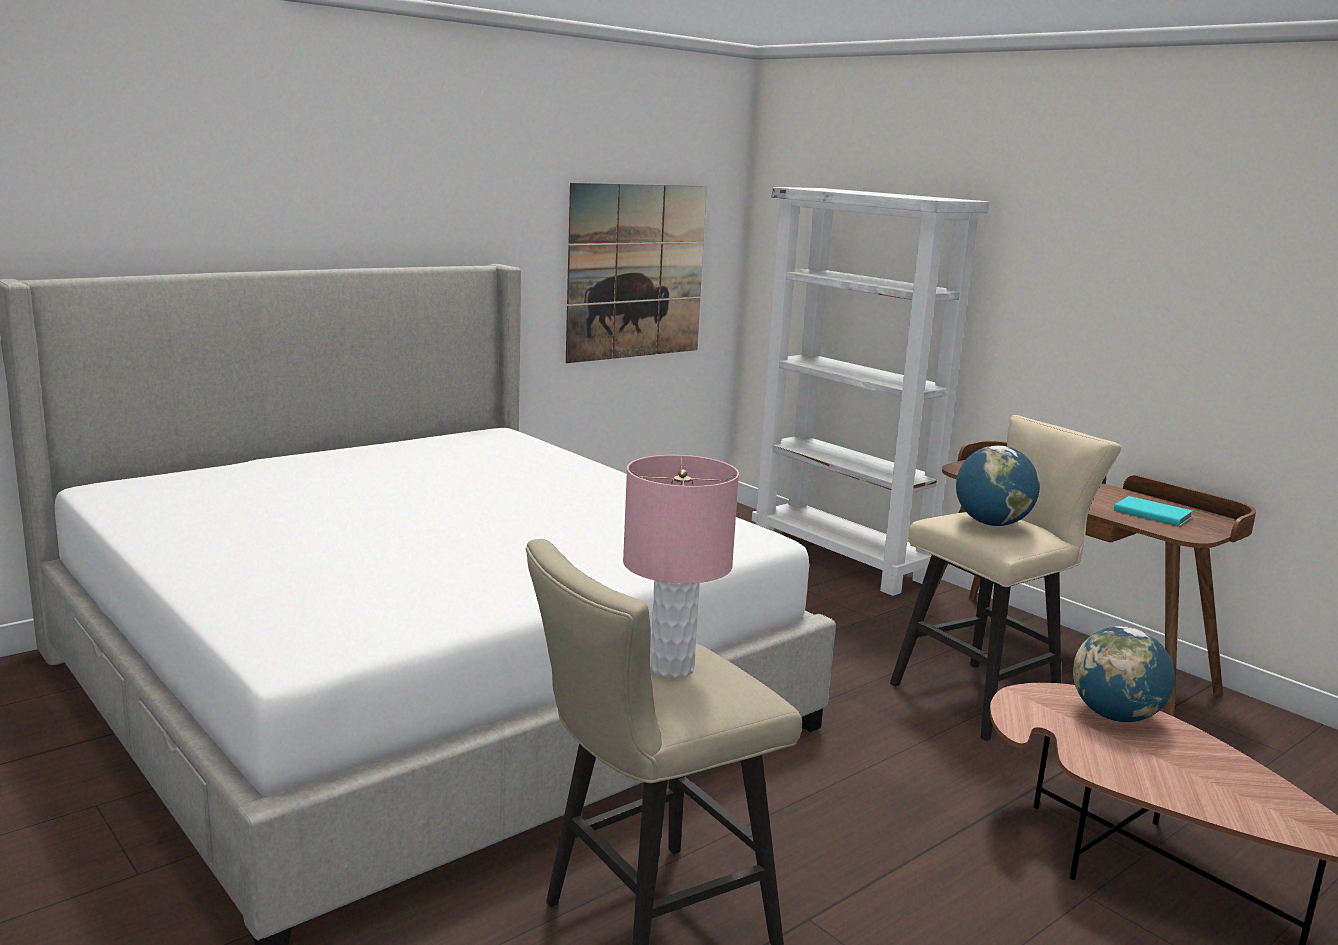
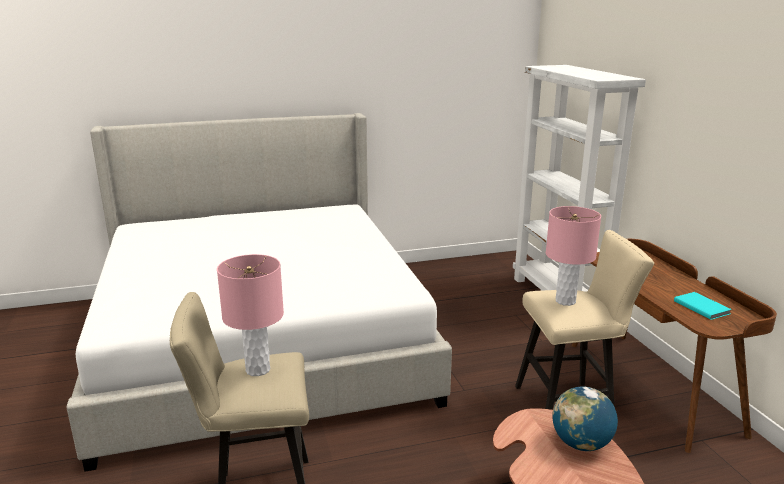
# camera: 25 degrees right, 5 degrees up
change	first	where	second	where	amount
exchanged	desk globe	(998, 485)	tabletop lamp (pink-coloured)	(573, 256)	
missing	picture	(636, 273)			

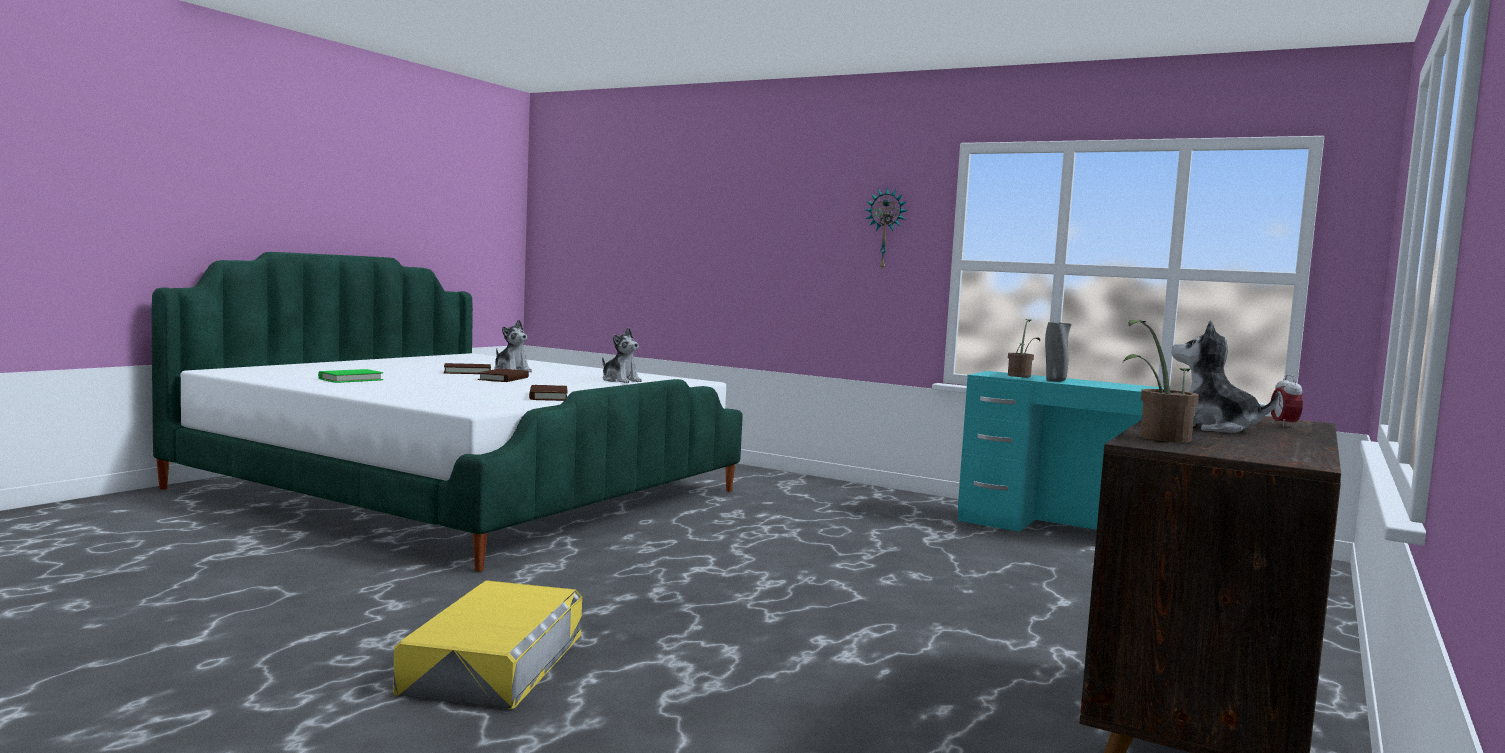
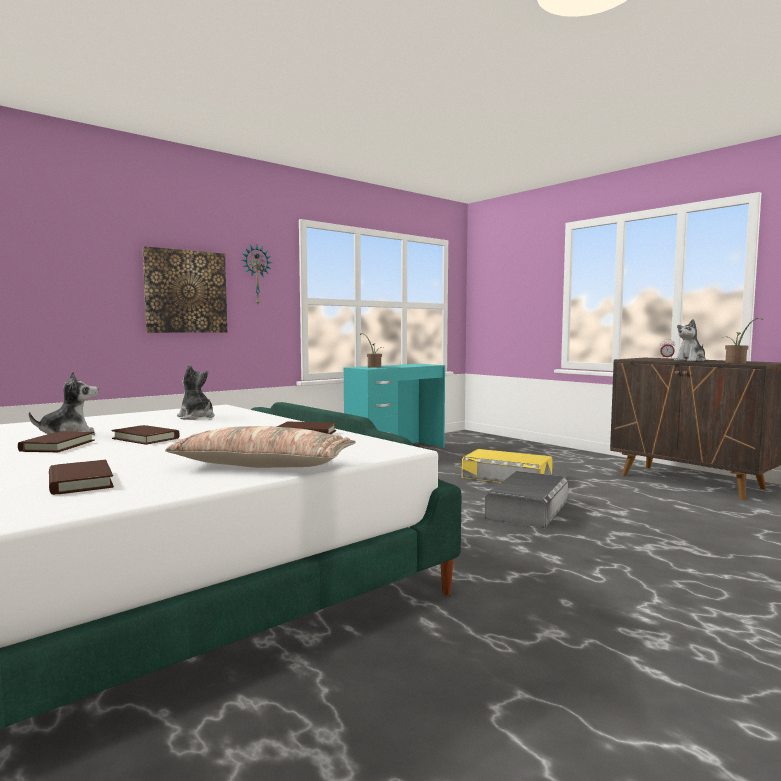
# camera: 70 degrees left, 0 degrees up
change	first	where	second	where	amount
colour	book (green)	(350, 376)	book (brown-coloured)	(81, 477)	
appeared			picture	(184, 289)	
appeared			pillow	(260, 447)	
spun	cuddly toy	(622, 355)		(195, 392)	105 degrees counterclockwise
relocated	storage box (yellow-coloured)	(487, 644)		(507, 466)	
appeared			storage box (greyish)	(526, 499)	
missing	flower vase (greyish)	(1058, 352)			

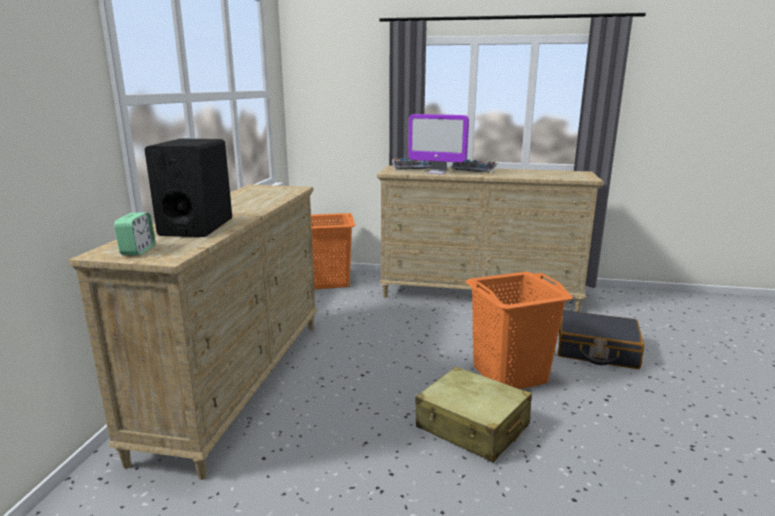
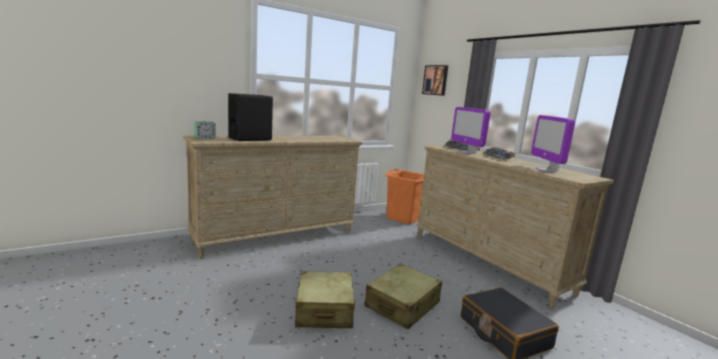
# camera: 45 degrees right, 5 degrees down
change	first	where	second	where	amount
exchanged	hamper (orangey)	(519, 330)	piece of luggage (beige-coloured)	(403, 296)	
appeared			picture	(435, 80)	
appeared			computer screen	(553, 143)	

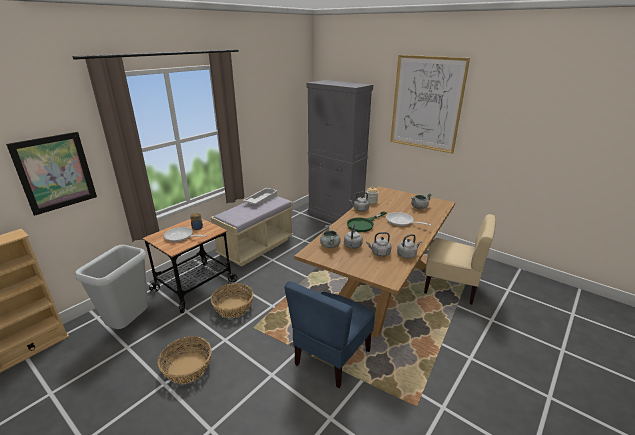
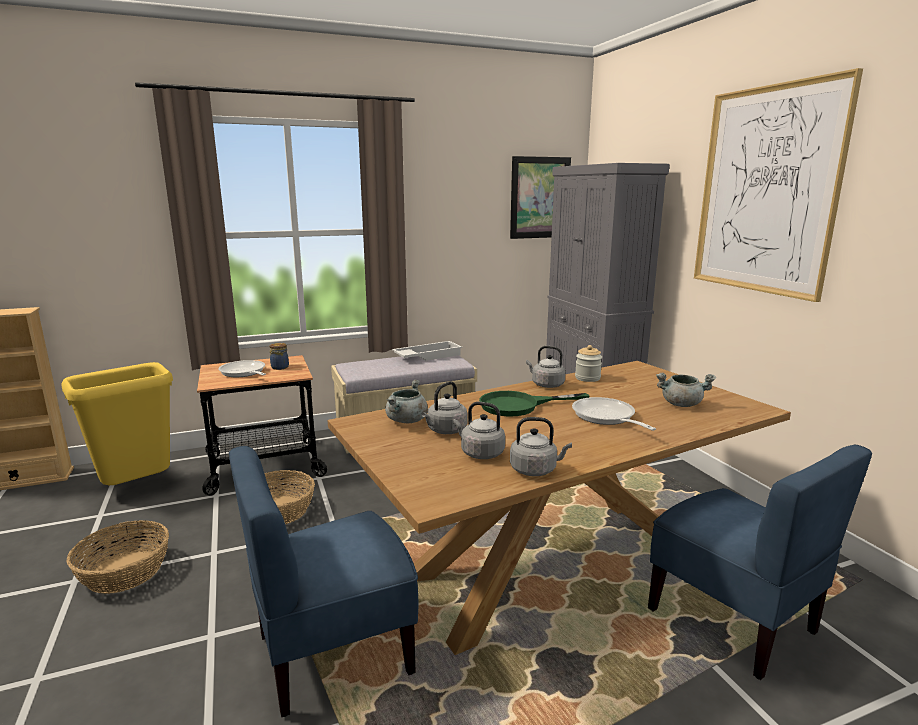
# camera: 30 degrees right, 10 degrees down
change	first	where	second	where	amount
colour	trash can (greyish)	(111, 287)	trash can (yellow-coloured)	(117, 423)	
relocated	picture	(51, 174)		(540, 197)	
colour	upright chair (beige-coloured)	(460, 259)	upright chair (bluish)	(760, 562)	

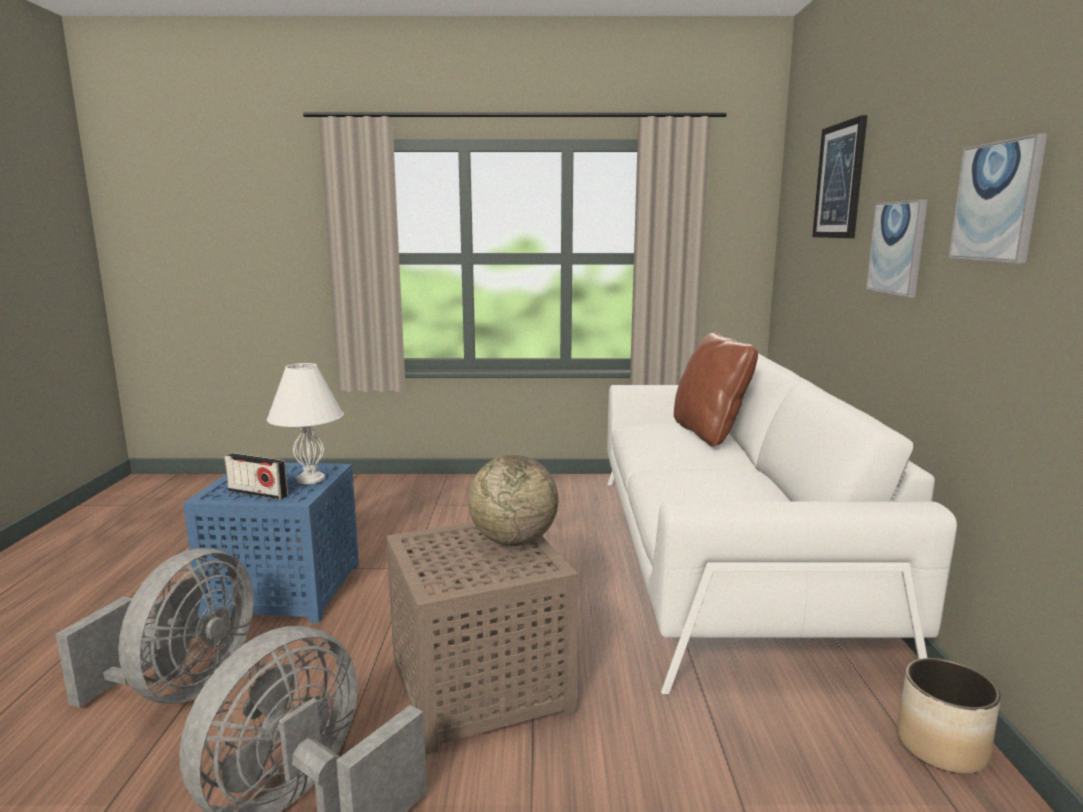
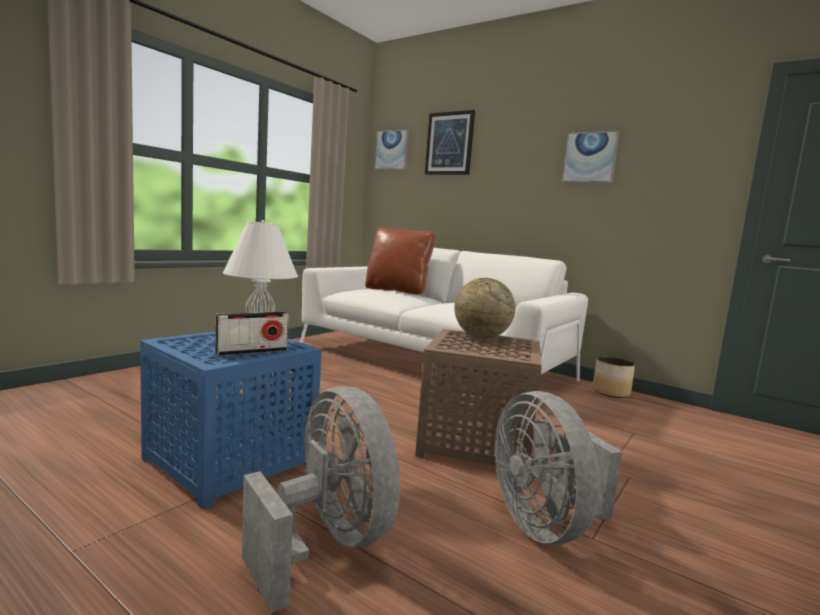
# camera: 55 degrees left, 5 degrees down
change	first	where	second	where	amount
relocated	picture	(897, 249)		(392, 149)	

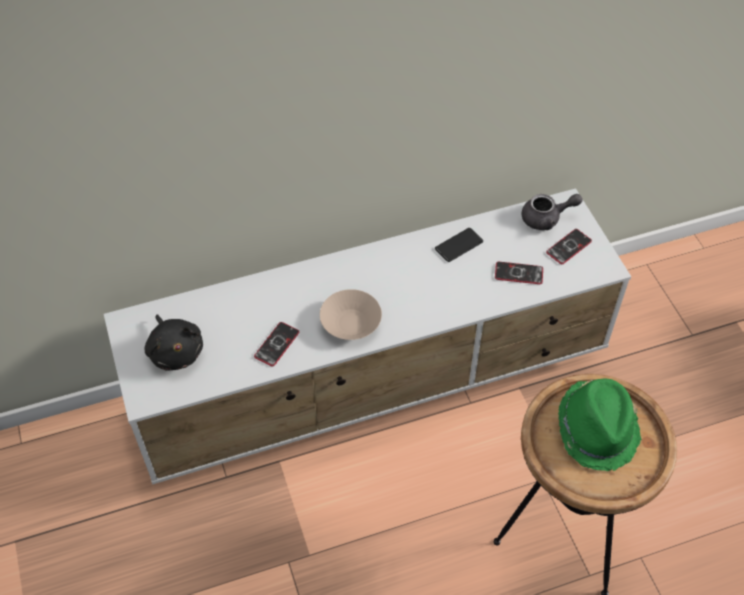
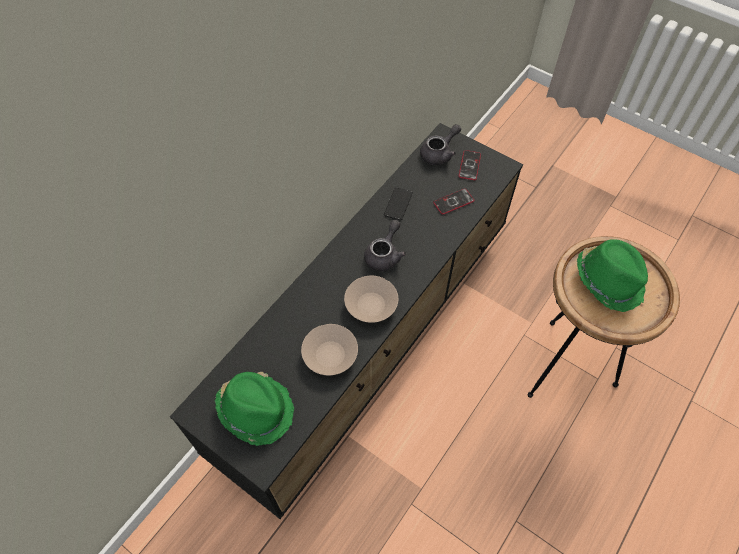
# camera: 35 degrees left, 5 degrees up
change	first	where	second	where	amount
colour	tv unit (white)	(367, 336)	tv unit (black)	(346, 321)	
exchanged	cuddly toy (black)	(174, 342)	wearable hat (green)	(254, 409)	
exchanged	phone	(276, 344)	deep dish (beige-coloured)	(329, 349)	
appeared			tea pot (greyish)	(385, 245)	

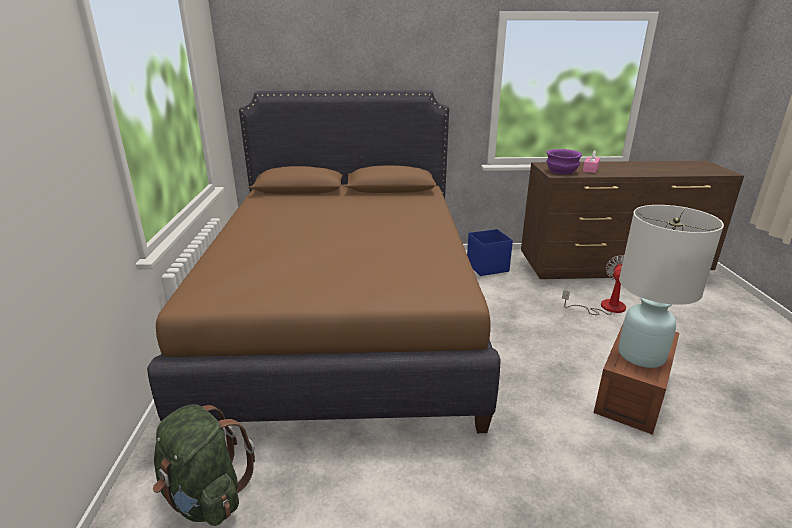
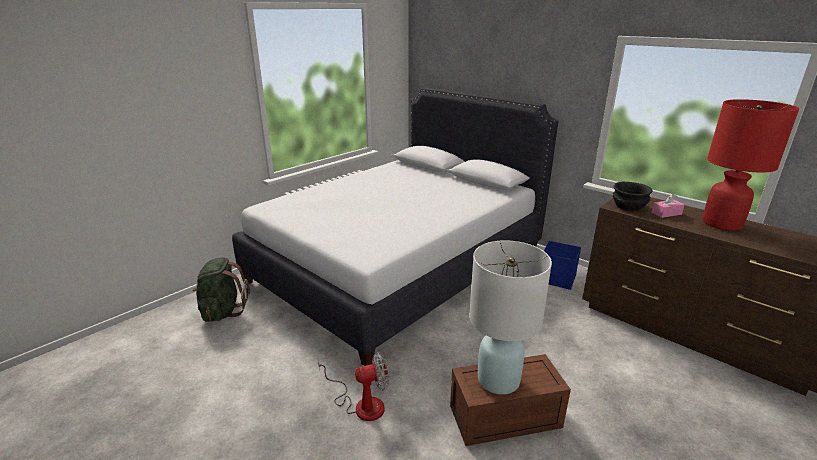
# camera: 45 degrees right, 0 degrees up
change	first	where	second	where	amount
colour	sleeping bed (brown-coloured)	(324, 261)	sleeping bed (white)	(395, 226)	
relocated	electric fan	(594, 285)		(353, 386)	
colour	deep dish (purple)	(564, 161)	deep dish (black)	(633, 196)	
appeared			tabletop lamp (reddish)	(750, 165)	

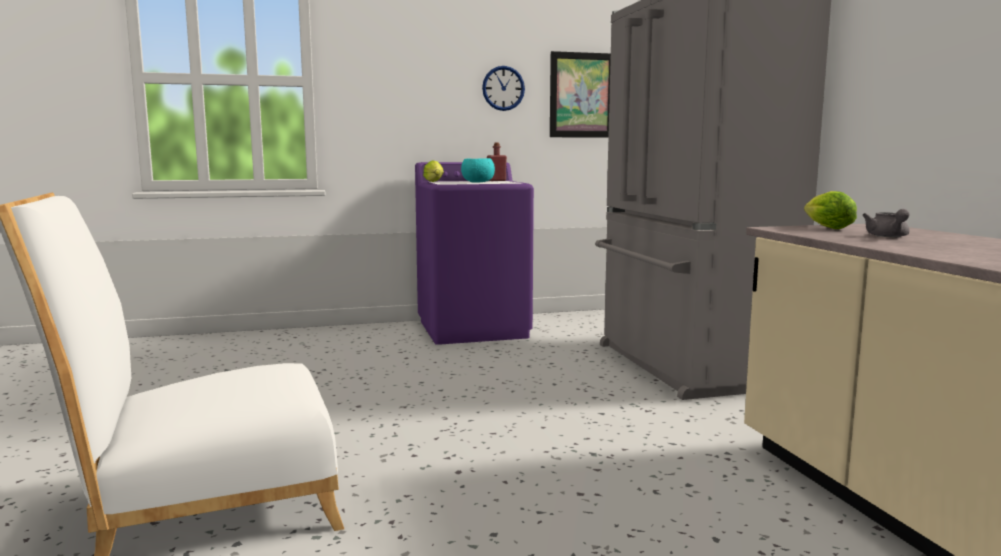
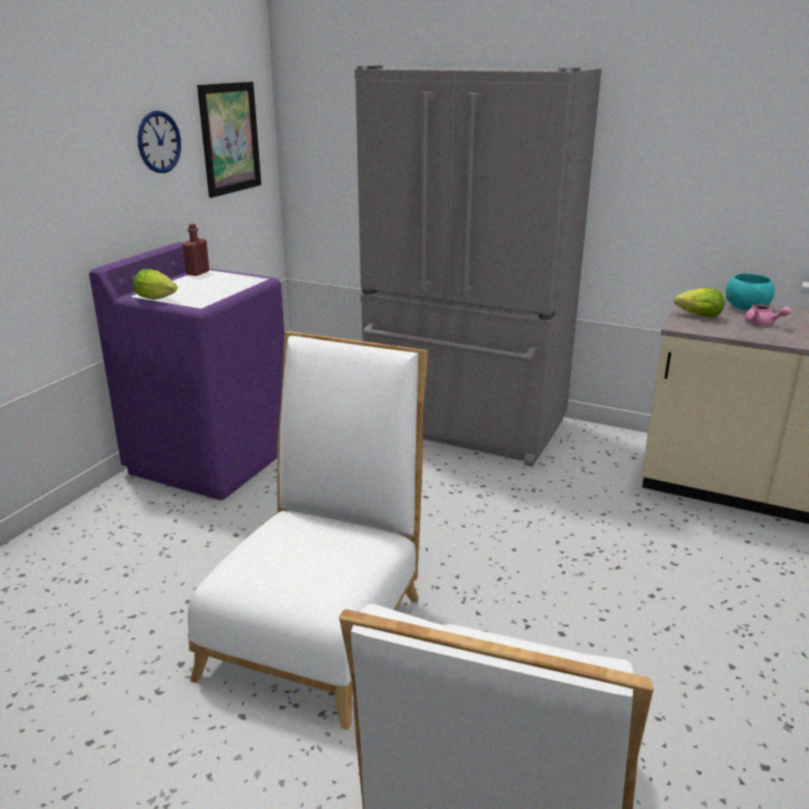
# camera: 50 degrees left, 15 degrees up
change	first	where	second	where	amount
appeared			upright chair (white)	(307, 530)	
relocated	deep dish (blue-green)	(478, 170)		(750, 292)	
colour	tea pot (greyish)	(886, 223)	tea pot (pink-coloured)	(768, 314)	

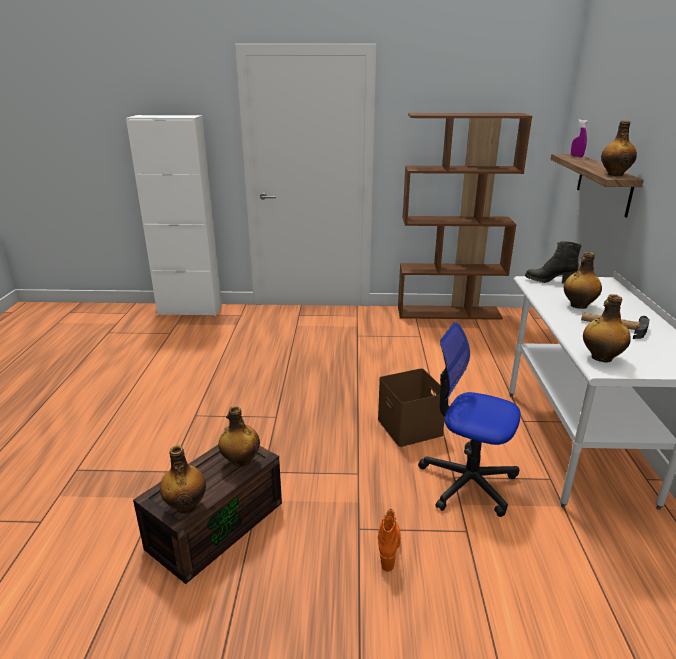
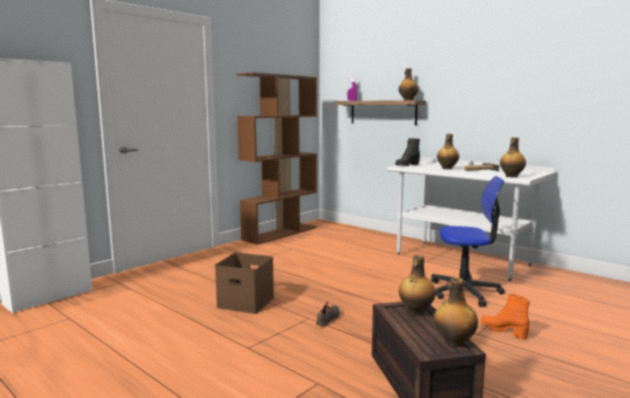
# camera: 50 degrees left, 15 degrees down
change	first	where	second	where	amount
relocated	storage box (brown-coloured)	(411, 407)		(244, 283)	
appeared			shoe (black)	(327, 313)	
spun	office chair	(469, 419)		(468, 241)	150 degrees counterclockwise

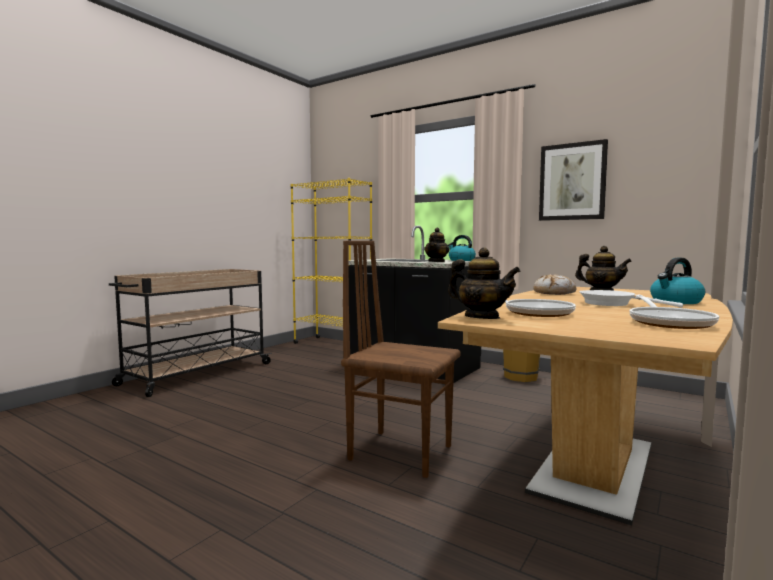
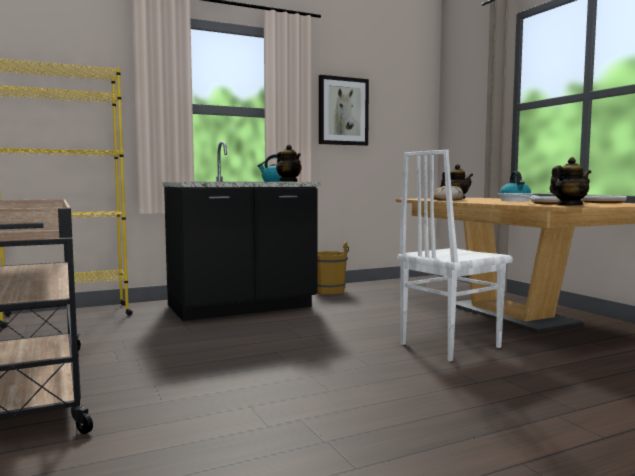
# camera: 60 degrees left, 0 degrees up
change	first	where	second	where	amount
colour	upright chair (brown-coloured)	(400, 359)	upright chair (white)	(455, 256)	

